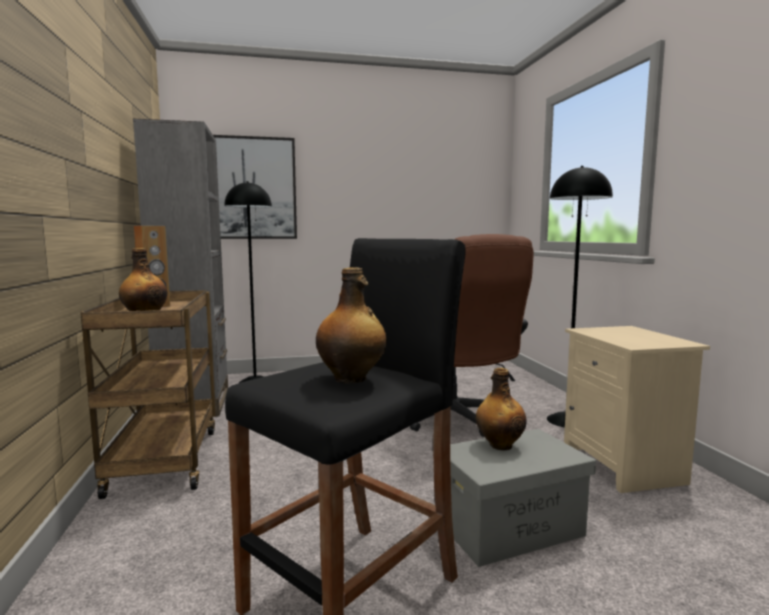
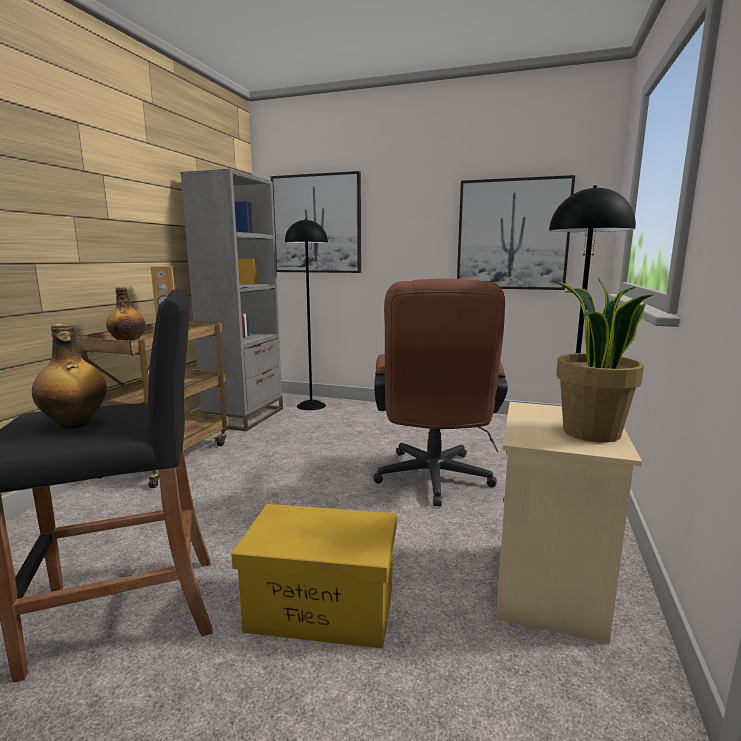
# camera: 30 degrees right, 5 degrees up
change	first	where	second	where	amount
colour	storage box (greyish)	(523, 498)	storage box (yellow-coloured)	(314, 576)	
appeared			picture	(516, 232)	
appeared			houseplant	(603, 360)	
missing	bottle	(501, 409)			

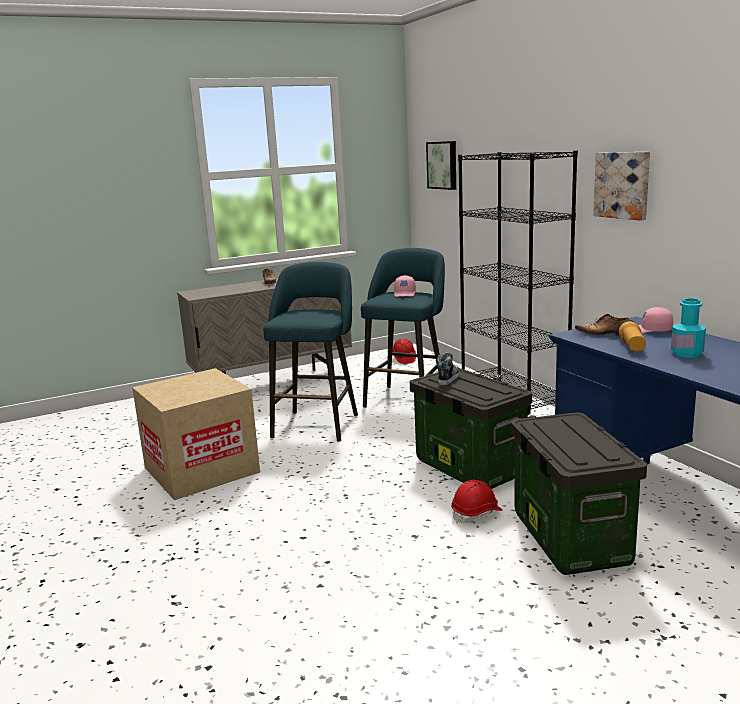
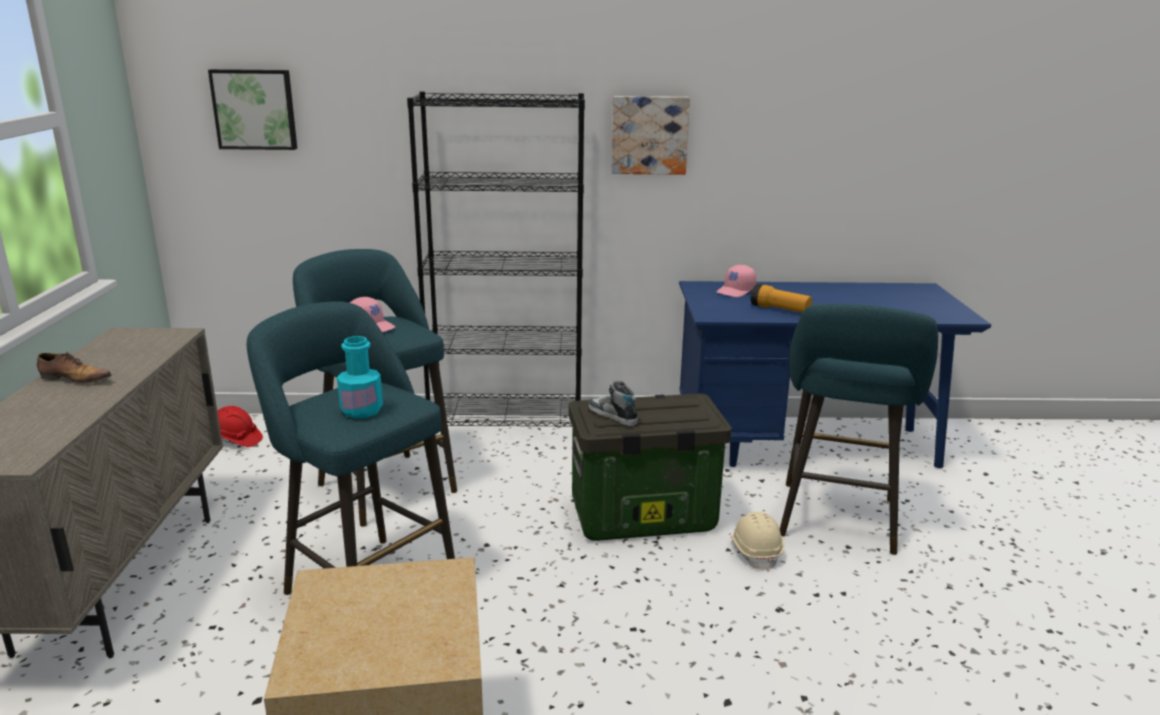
# camera: 65 degrees left, 5 degrees up
change	first	where	second	where	amount
relocated	bottle (blue-green)	(688, 328)		(360, 377)	
colour	work helmet (reddish)	(476, 502)	work helmet (beige-coloured)	(757, 542)	
exchanged	storage box	(579, 493)	stool (blue-green)	(859, 429)	
missing	shoe	(602, 325)			

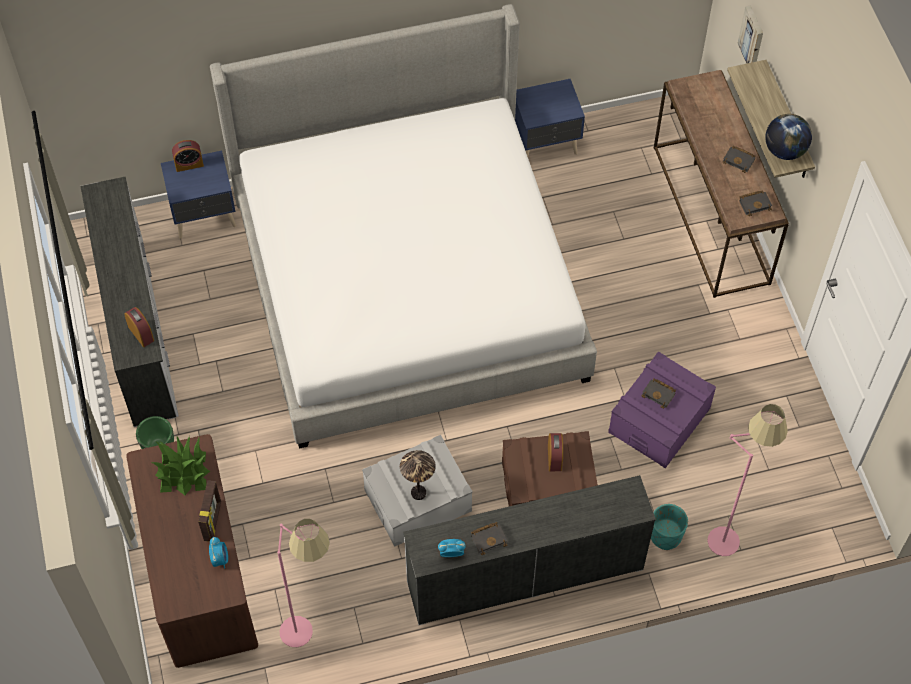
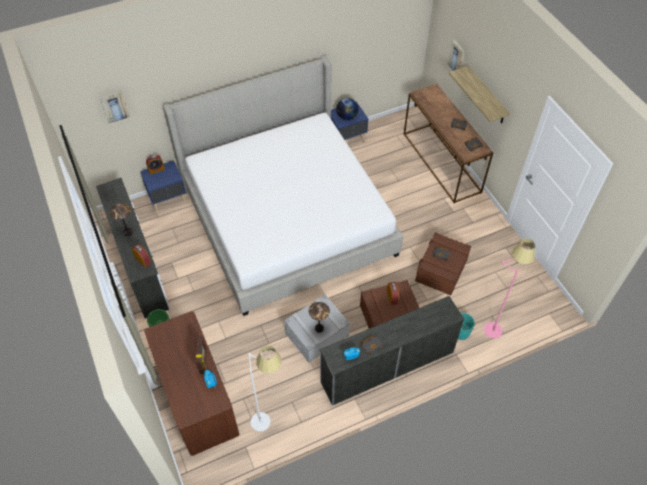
# camera: 10 degrees left, 5 degrees down
change	first	where	second	where	amount
appeared			picture	(115, 107)	
appeared			tabletop lamp	(120, 219)	
colour	floor lamp (pink-coloured)	(303, 583)	floor lamp (white)	(265, 389)	
relocated	desk globe	(788, 137)		(347, 109)	
colour	storage box (purple)	(662, 409)	storage box (brown-coloured)	(443, 263)	
missing	houseplant	(181, 465)			

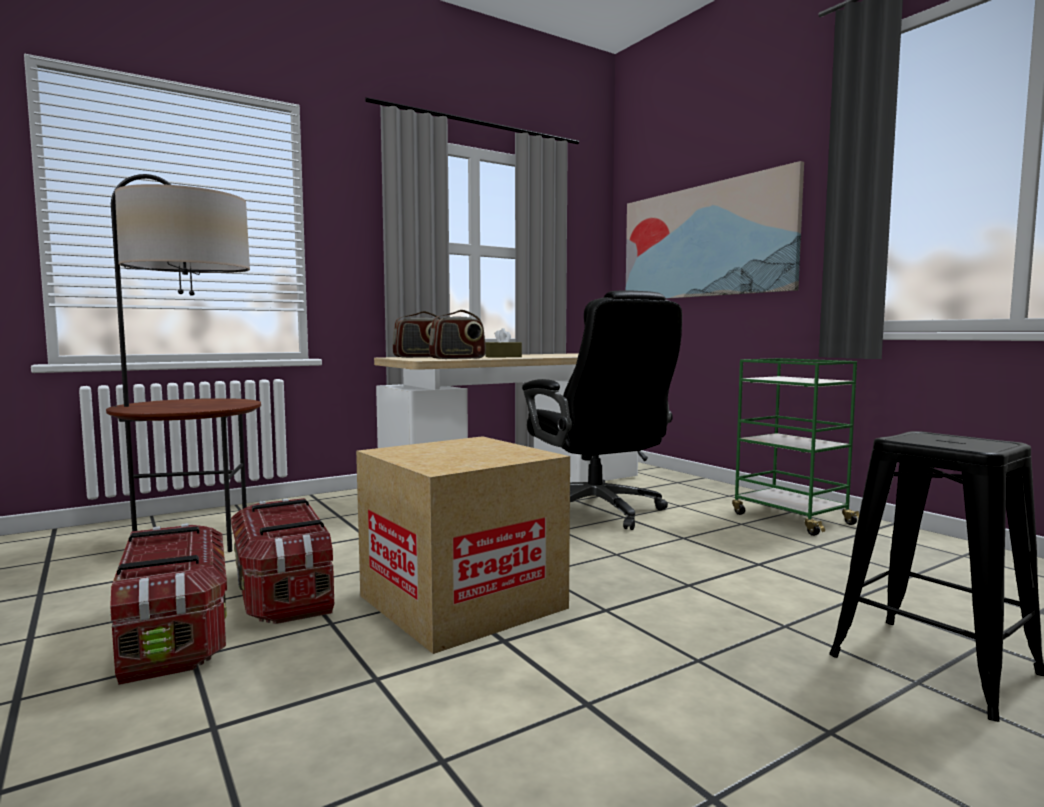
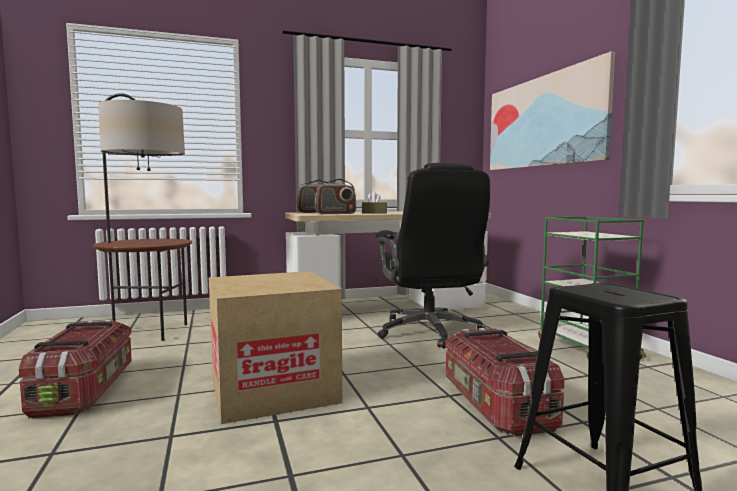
# camera: 15 degrees right, 0 degrees up
change	first	where	second	where	amount
relocated	storage box	(282, 561)		(504, 382)	

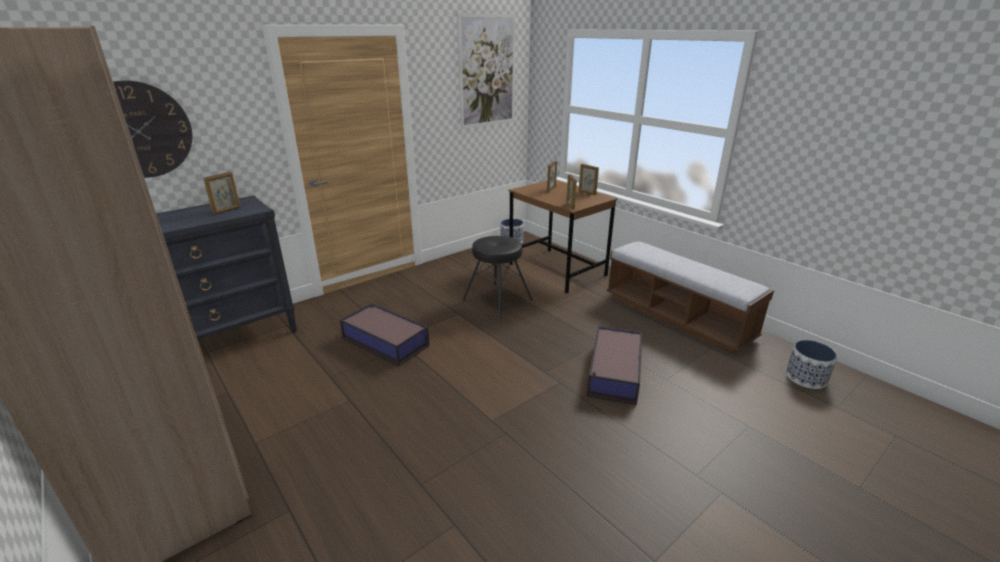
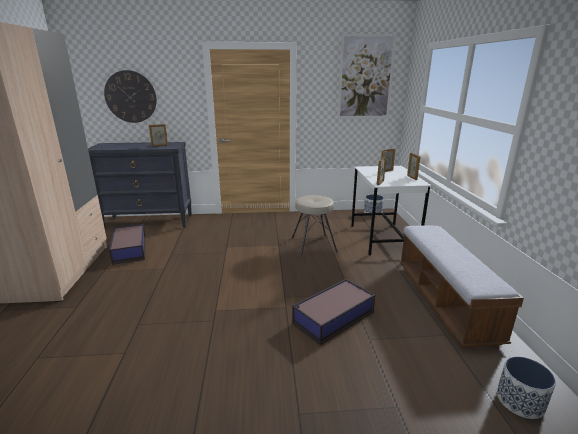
# camera: 35 degrees right, 5 degrees down
change	first	where	second	where	amount
relocated	storage box	(384, 334)		(127, 244)	
colour	stool (black)	(498, 277)	stool (beige-coloured)	(315, 225)	
colour	desk (brown-coloured)	(563, 236)	desk (white)	(391, 210)	

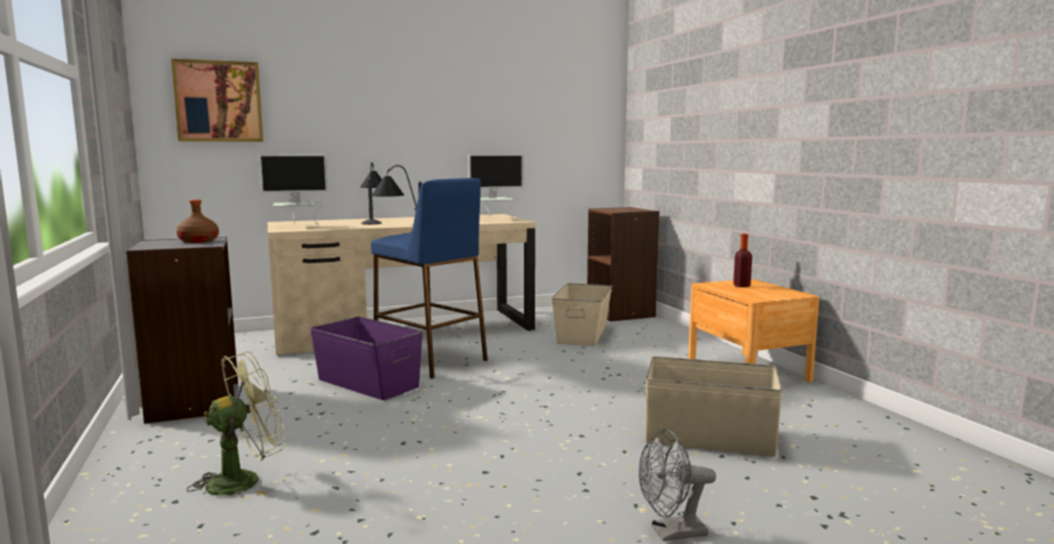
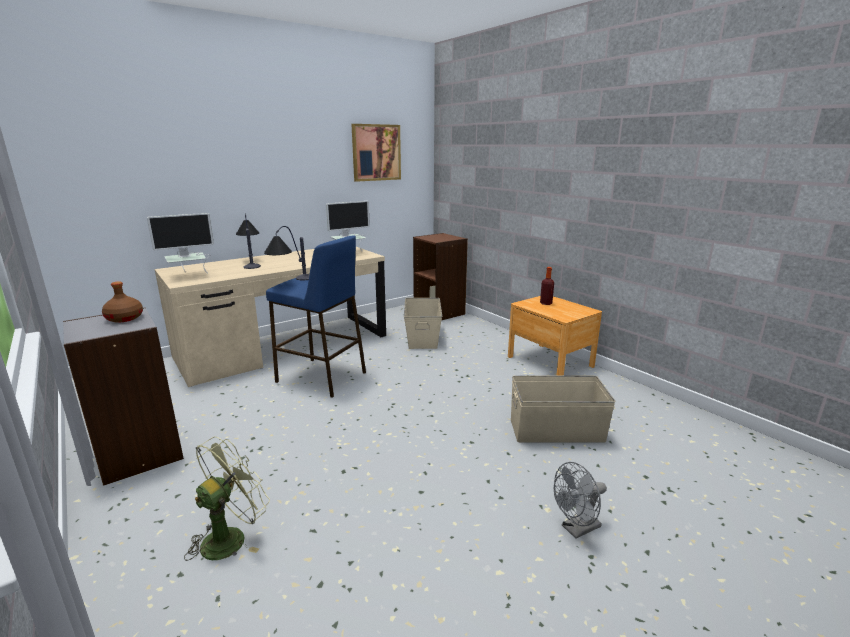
# camera: 15 degrees left, 10 degrees up
change	first	where	second	where	amount
relocated	picture	(217, 100)		(376, 153)	
missing	storage box (purple)	(366, 358)			

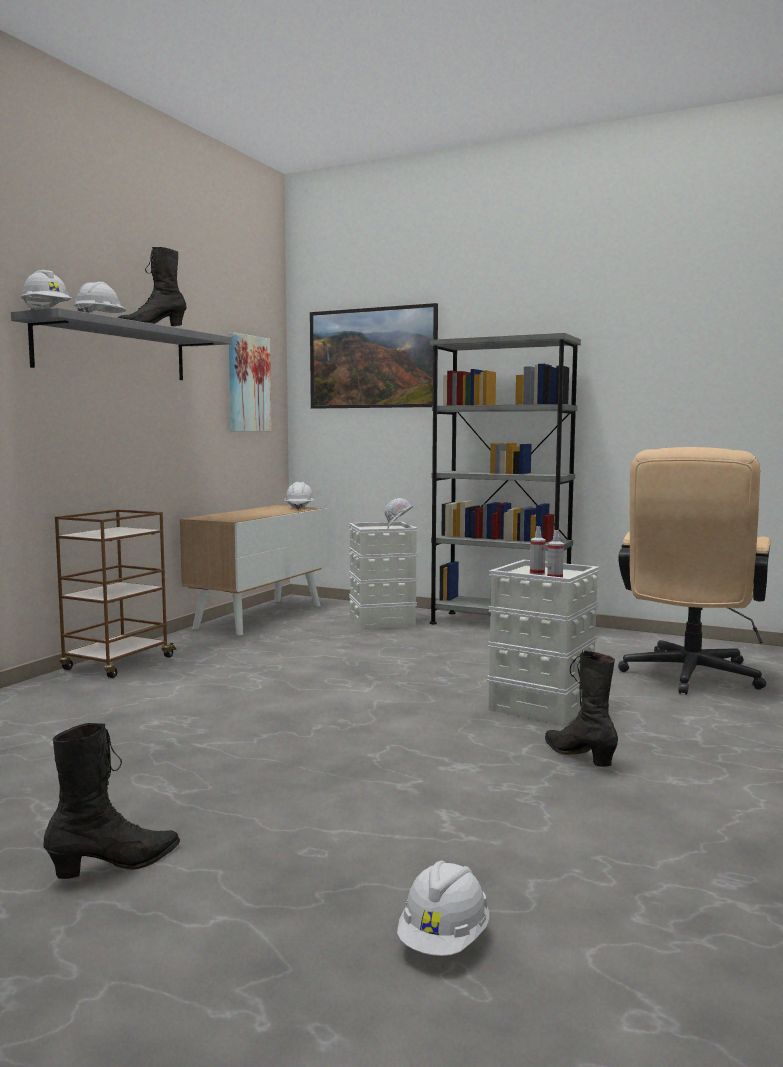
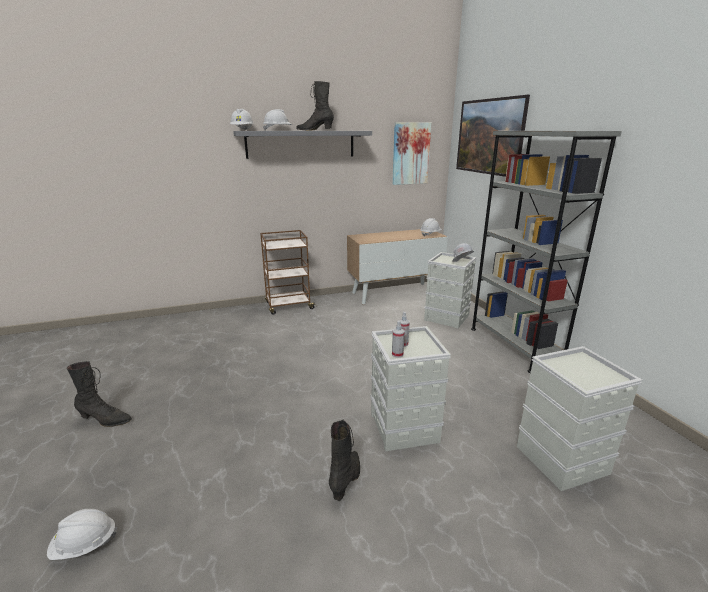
# camera: 45 degrees right, 15 degrees up
change	first	where	second	where	amount
exchanged	office chair (beige-coloured)	(694, 571)	storage box (greyish)	(580, 418)	

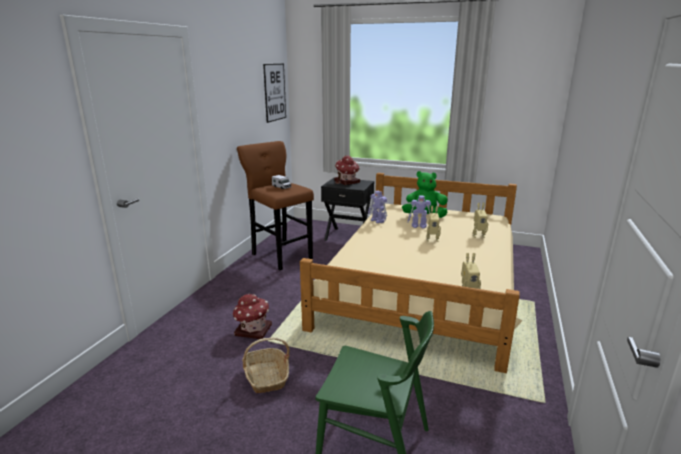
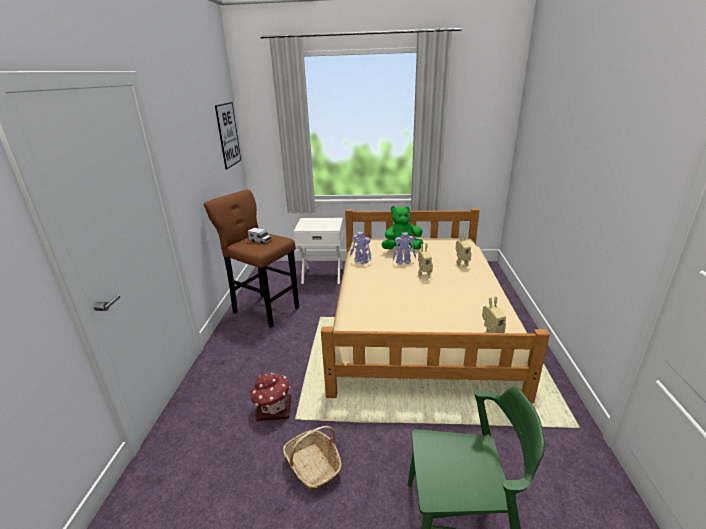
# camera: 15 degrees left, 5 degrees up
change	first	where	second	where	amount
colour	nightstand (black)	(347, 209)	nightstand (white)	(319, 251)	
missing	miniature house	(347, 170)			

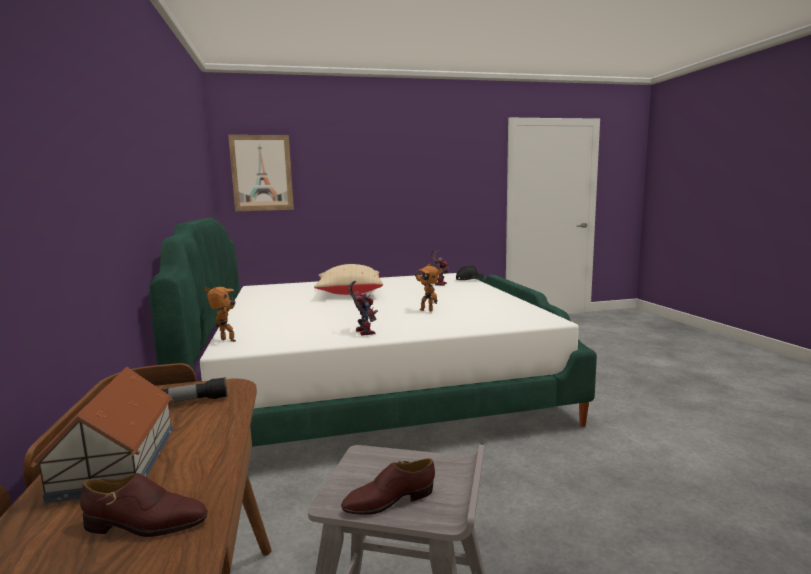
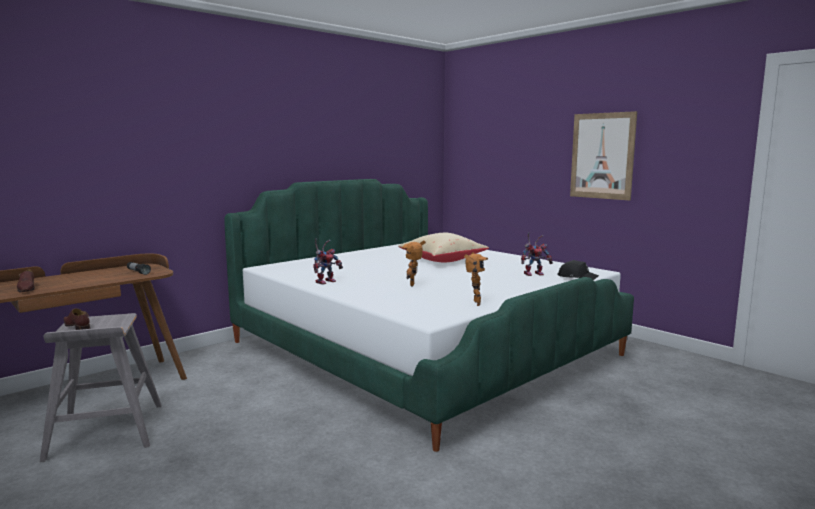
# camera: 60 degrees right, 0 degrees up
change	first	where	second	where	amount
relocated	model robot	(220, 314)		(476, 279)	
relocated	picture	(261, 173)		(603, 156)	
missing	miniature house	(102, 435)			

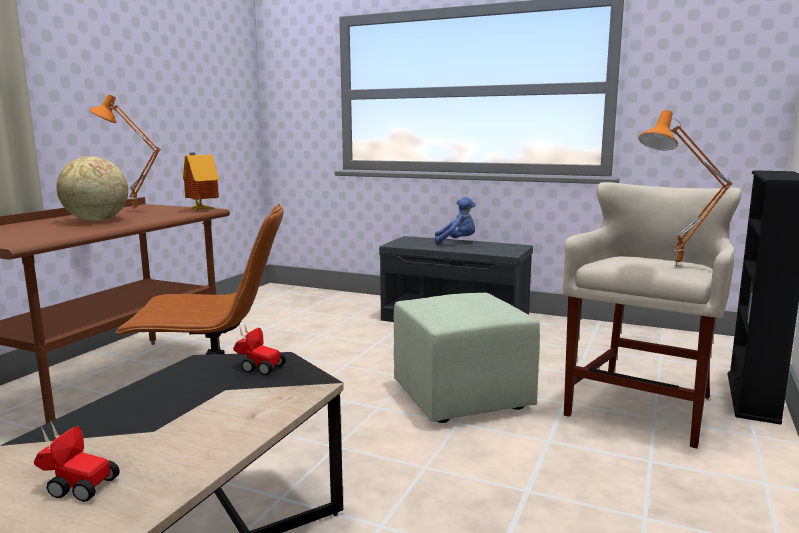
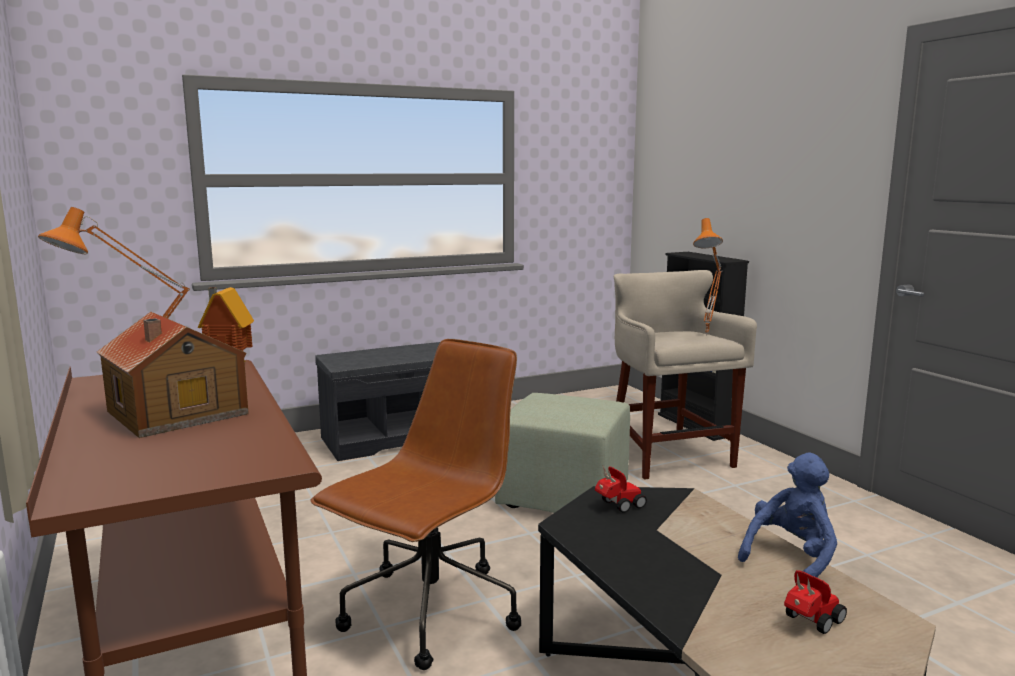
# camera: 50 degrees left, 0 degrees up
change	first	where	second	where	amount
exchanged	desk globe	(92, 188)	miniature house	(173, 375)	
relocated	cuddly toy (bluish)	(455, 221)		(787, 515)	

